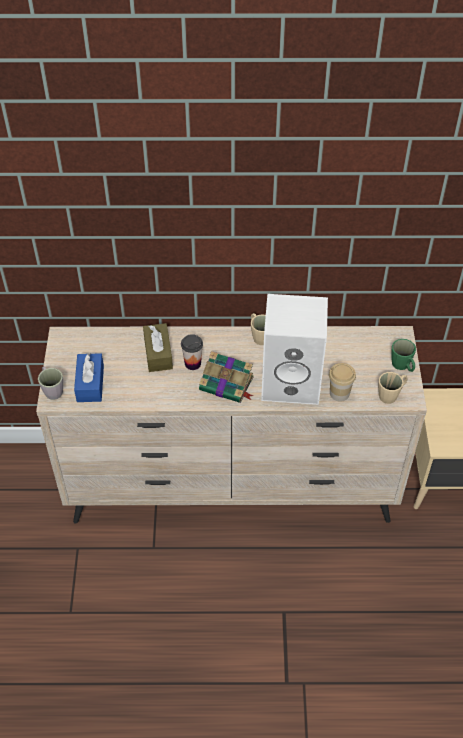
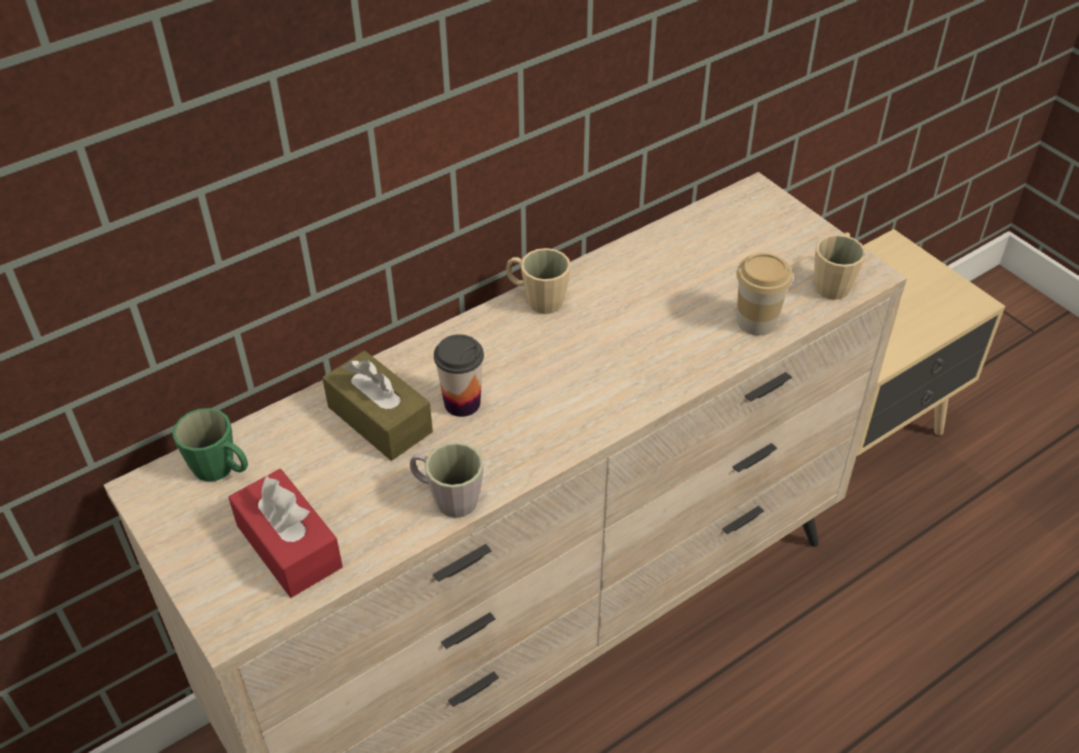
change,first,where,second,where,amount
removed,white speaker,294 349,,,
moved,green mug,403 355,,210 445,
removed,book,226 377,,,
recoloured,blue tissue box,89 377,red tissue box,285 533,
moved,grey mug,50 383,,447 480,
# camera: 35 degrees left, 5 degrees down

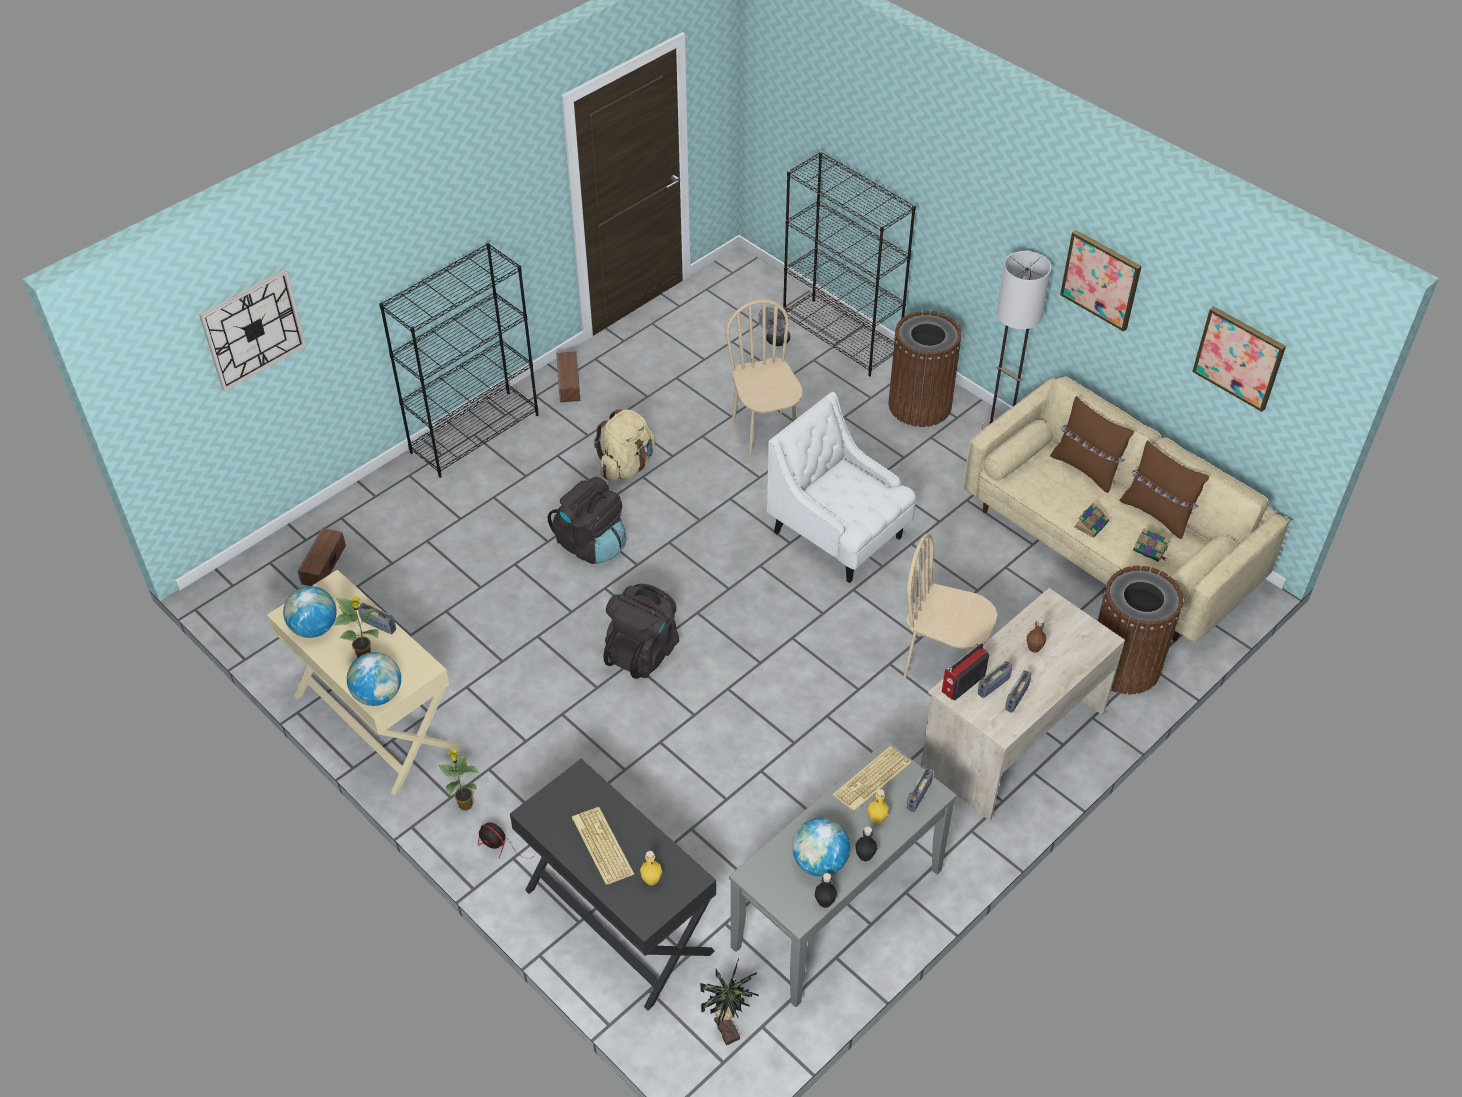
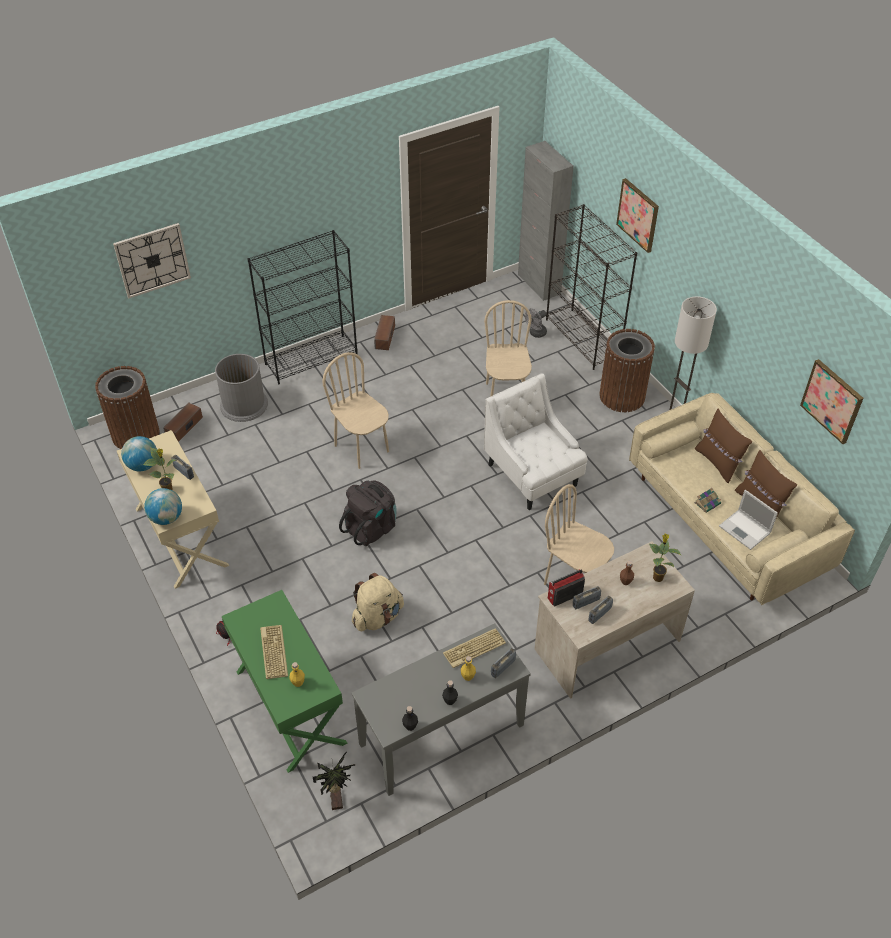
change,first,where,second,where,amount
moved,picture,1101 281,,637 215,
moved,beige backpack,624 445,,378 602,
replaced,black backpack,587 520,beige chair,355 410,
replaced,book,1151 545,laptop,748 520,
moved,brown trash can,1140 630,,127 407,
moved,potted plant,458 780,,665 558,
recoloured,black desk,613 885,green desk,285 681,
removed,globe,821 847,,,
added,,,grey cabinet,546 221,
added,,,grey trash can,241 388,
# camera: 15 degrees right, 0 degrees up

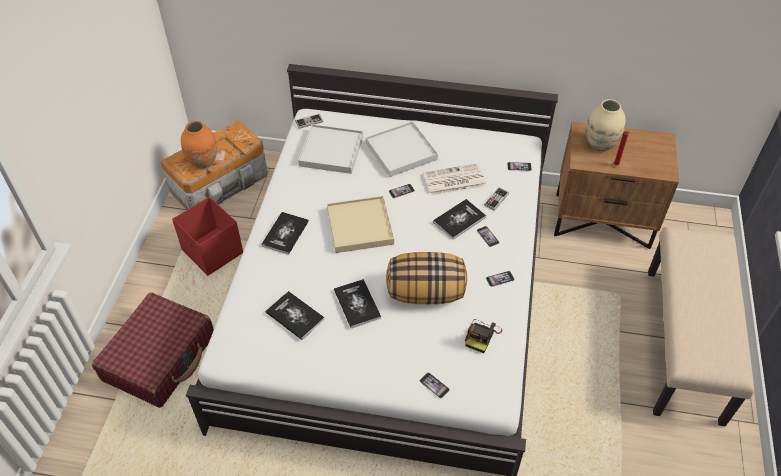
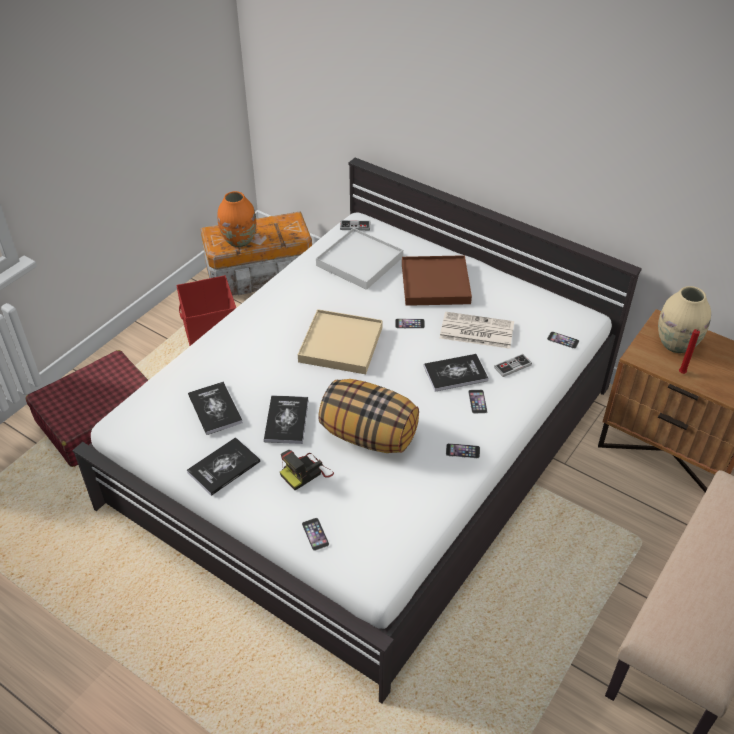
change,first,where,second,where,amount
recoloured,white tray,402 149,brown tray,437 280,
moved,book,285 233,,223 466,
moved,photo camera,483 336,,307 470,
# camera: 25 degrees right, 5 degrees down

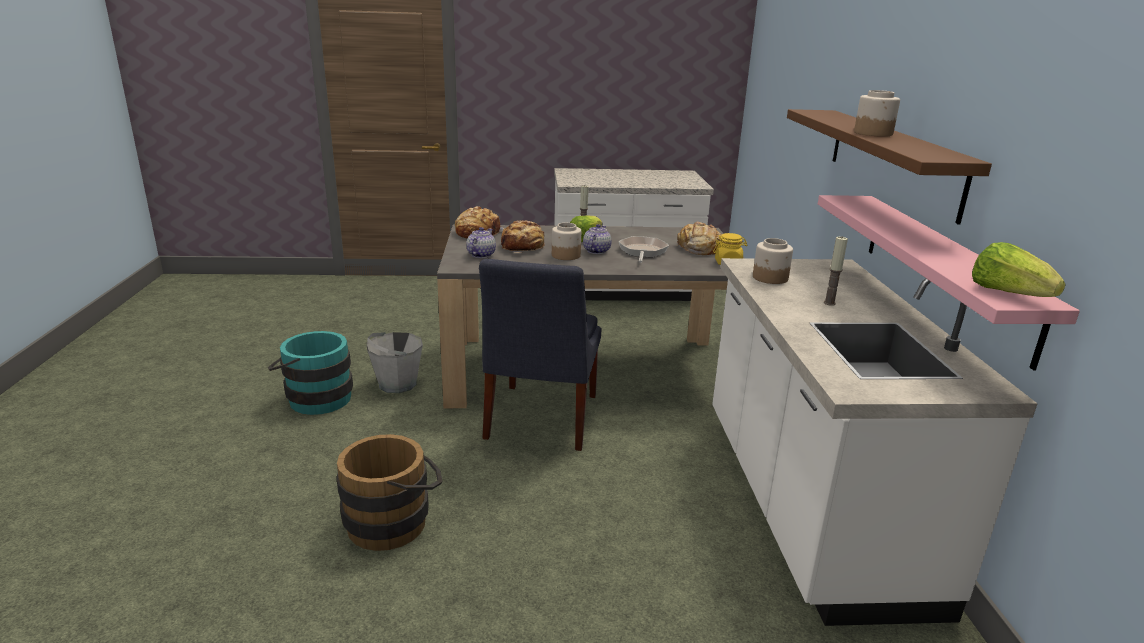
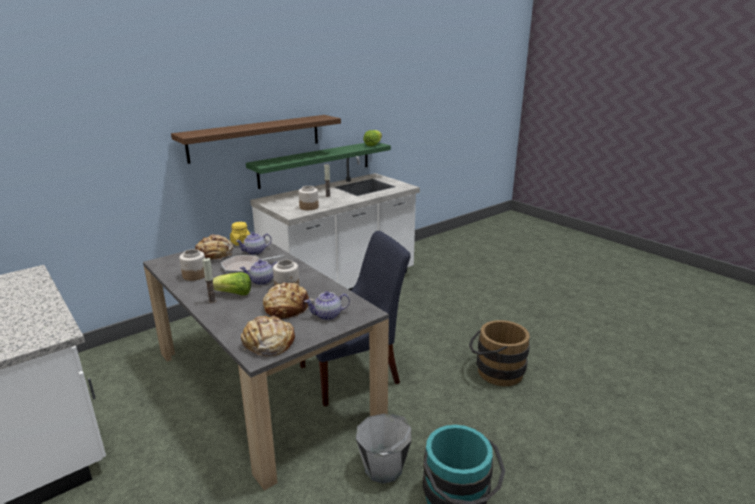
change,first,where,second,where,amount
moved,jar,877 113,,192 265,
recoloured,pink shelf,949 282,green shelf,318 165,
added,,,teapot,254 243,
# camera: 125 degrees left, 0 degrees up

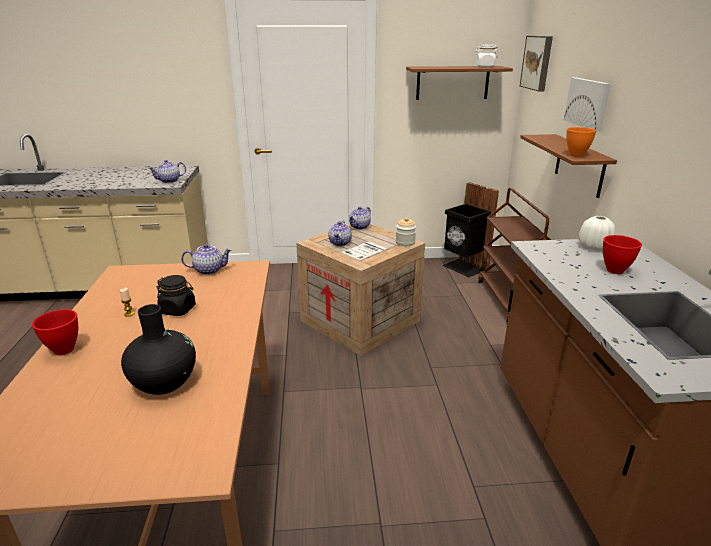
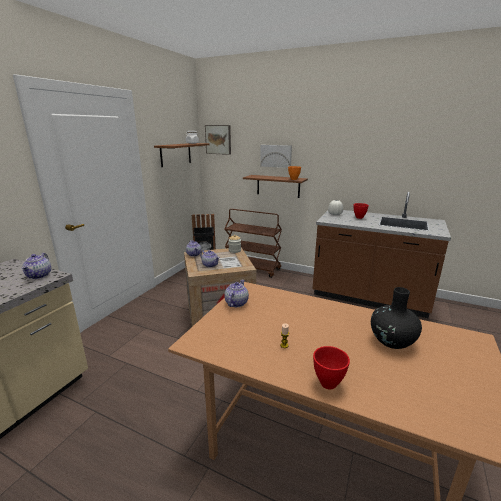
change,first,where,second,where,amount
removed,black jar,176 295,,,
# camera: 60 degrees left, 5 degrees down

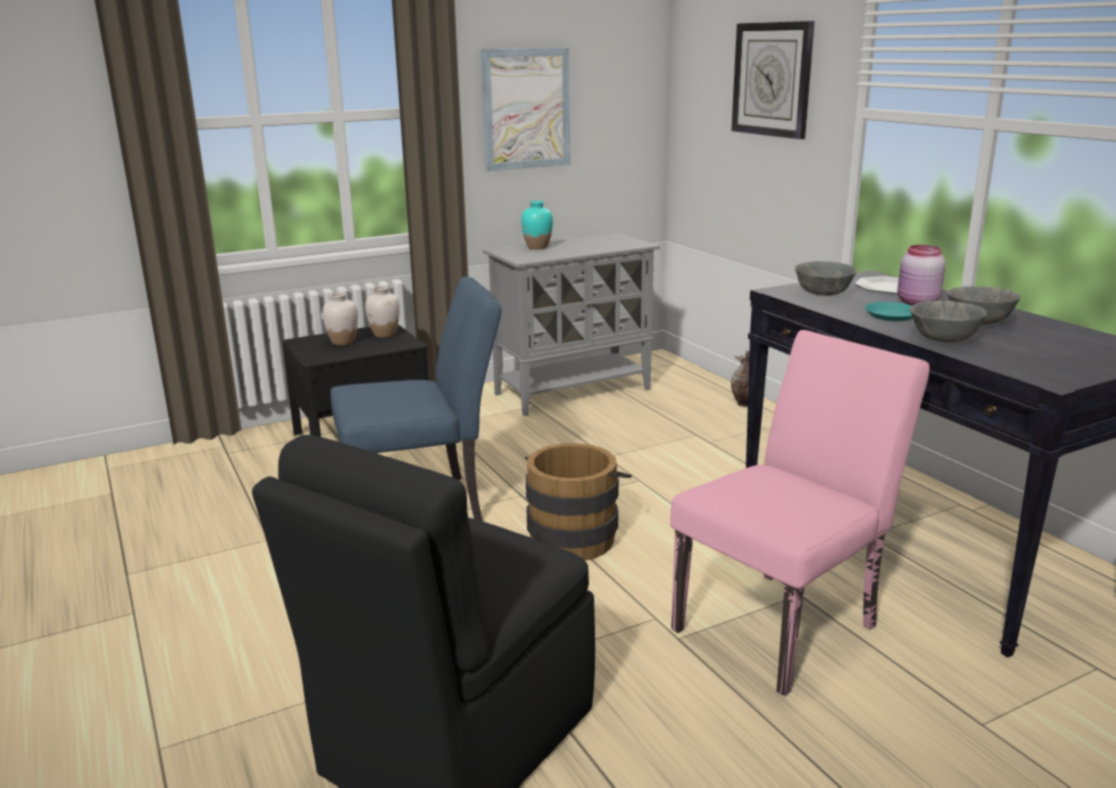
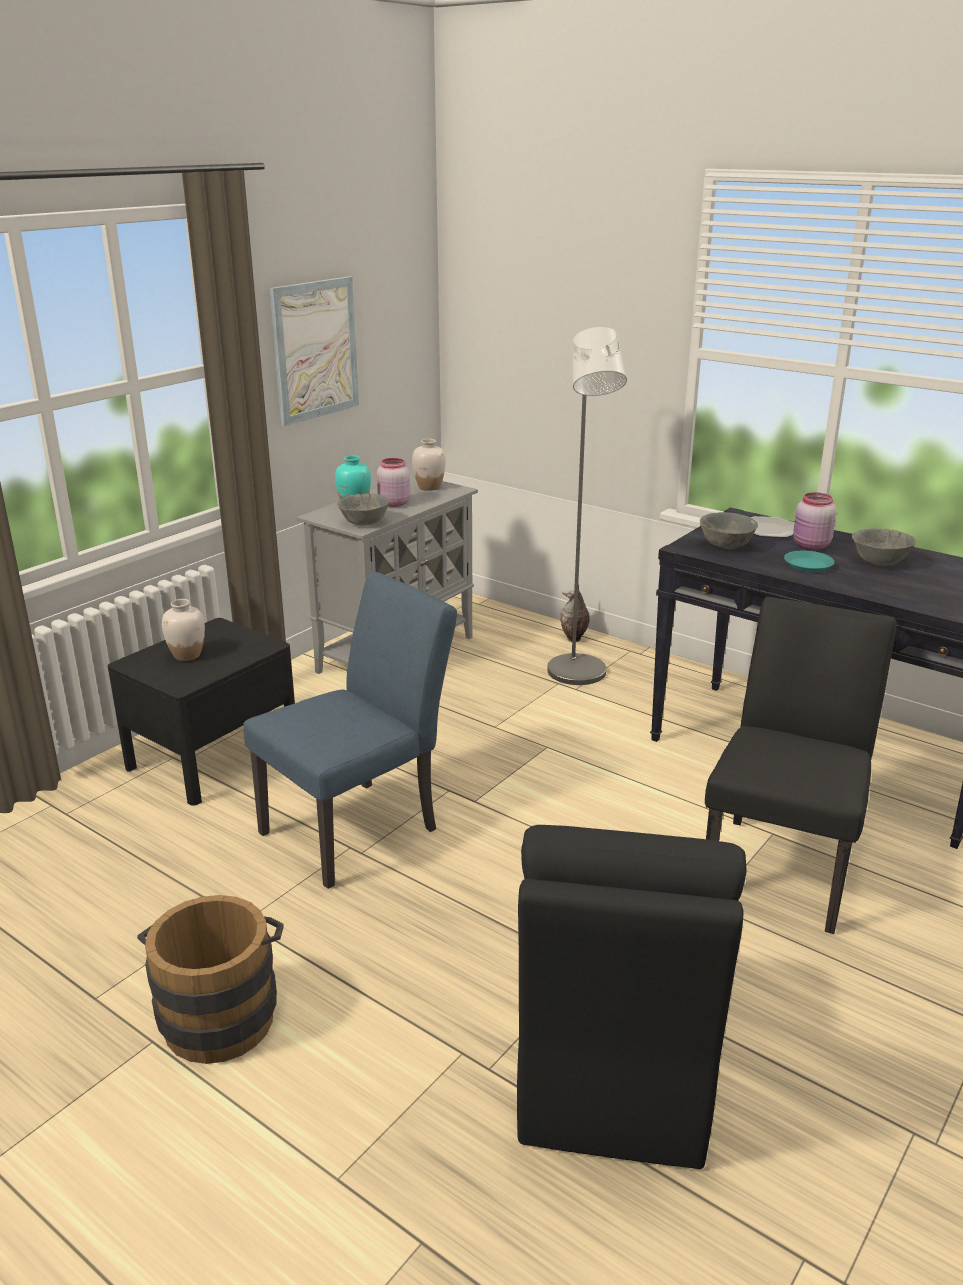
change,first,where,second,where,amount
removed,wall clock,772 80,,,
moved,white vase,382 312,,429 465,
moved,grey bowl,948 321,,363 509,
recoloured,pink chair,800 513,black chair,801 765,
moved,brown bucket,578 502,,210 979,
added,,,grey floor lamp,587 506,
added,,,pink jar,393 482,
# camera: 25 degrees left, 5 degrees up

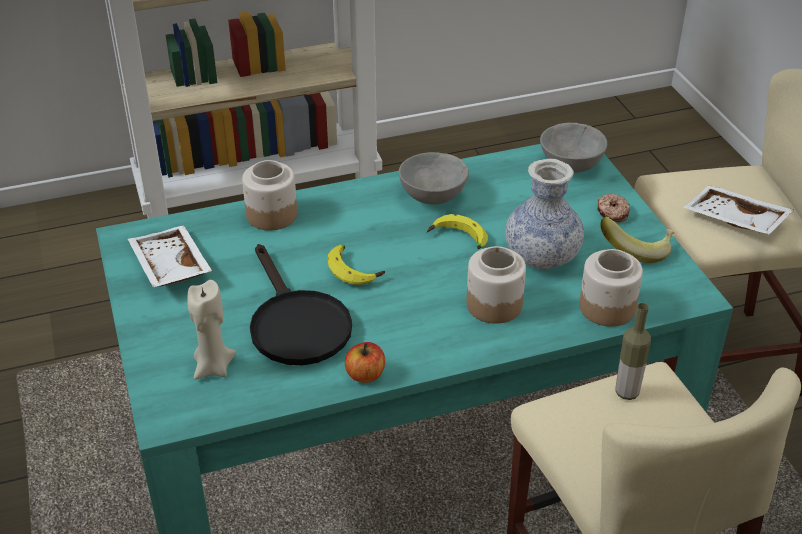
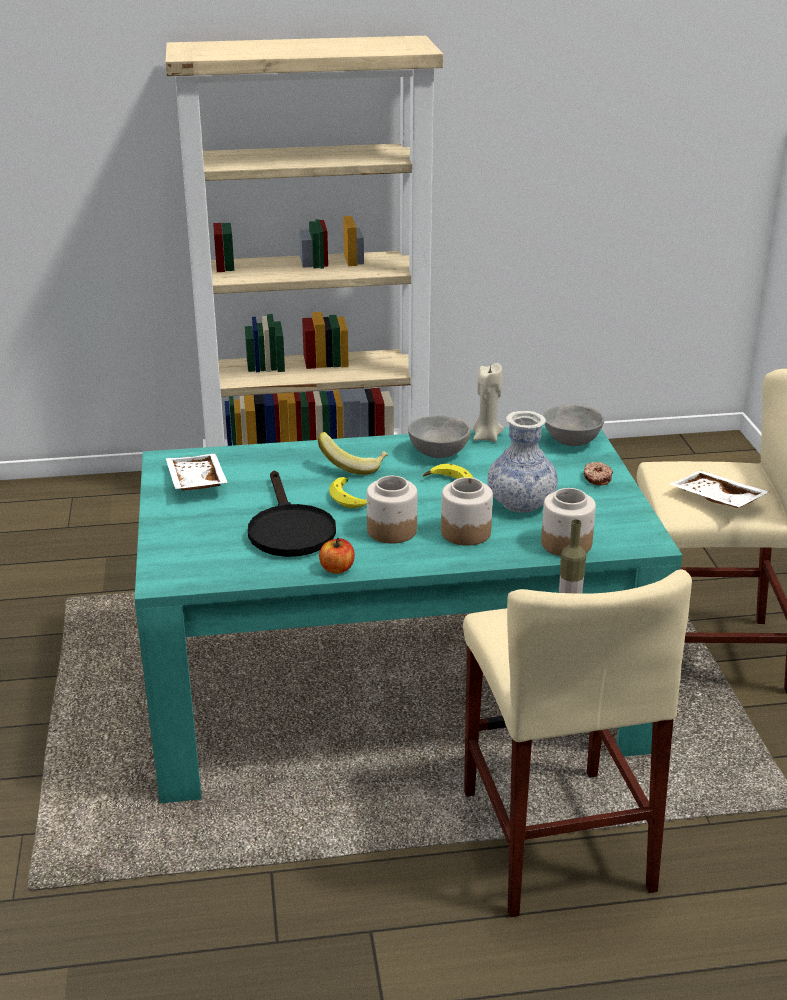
change,first,where,second,where,amount
moved,jar,269 195,,392 510,
moved,banana,637 240,,353 453,
moved,beige candle,211 329,,488 402,
# camera: 10 degrees right, 10 degrees down

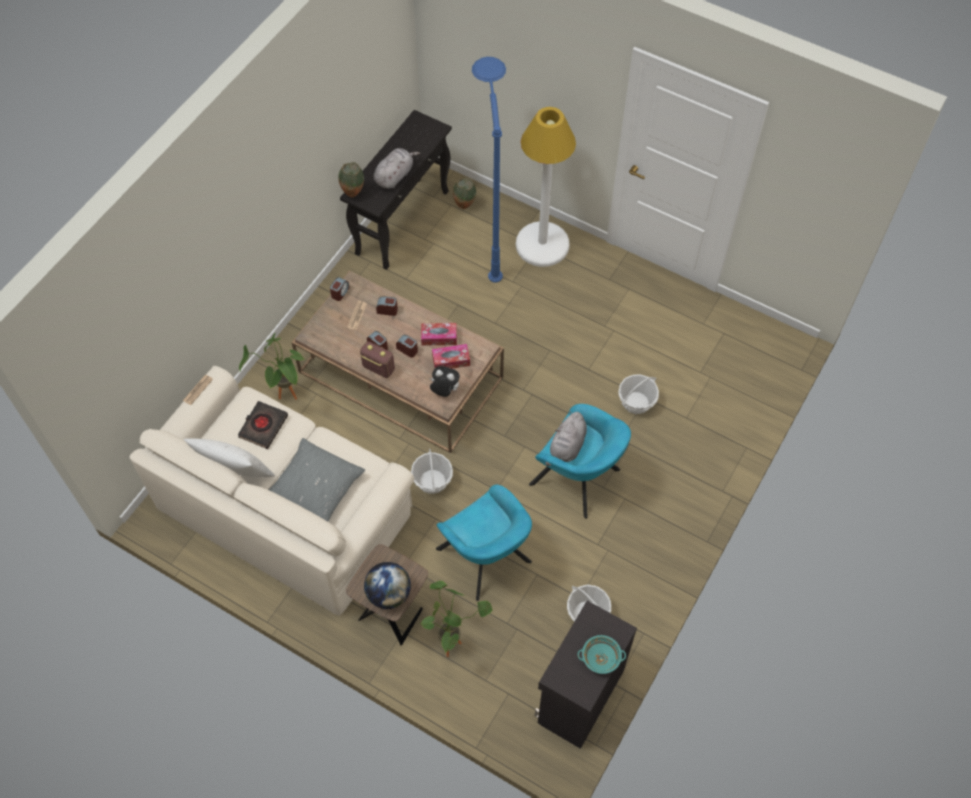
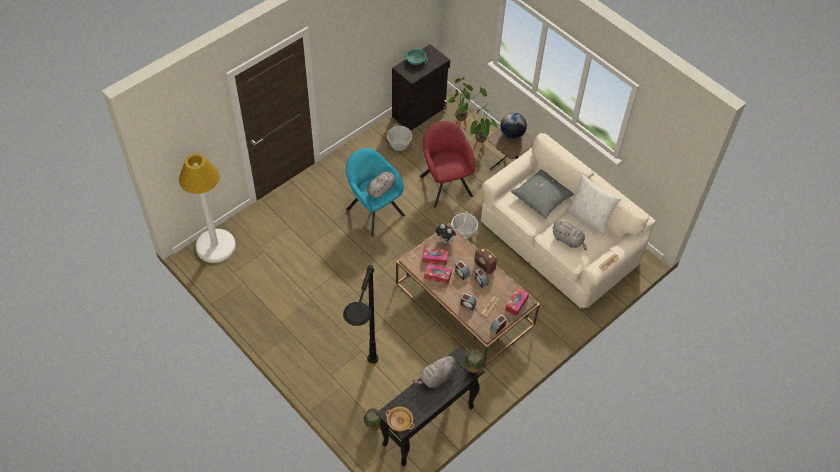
change,first,where,second,where,amount
recoloured,blue floor lamp,489 170,black floor lamp,361 314,
moved,white floor lamp,546 187,,207 208,
moved,potted plant,271 366,,467 102,
removed,basket,639 394,,,
replaced,black book,263 425,grey plush toy,569 235,
recoloured,turquoise armchair,484 543,red armchair,447 164,
added,,,tissue box,517 301,
added,,,beige bowl,400 419,
# camera: 165 degrees left, 5 degrees down

